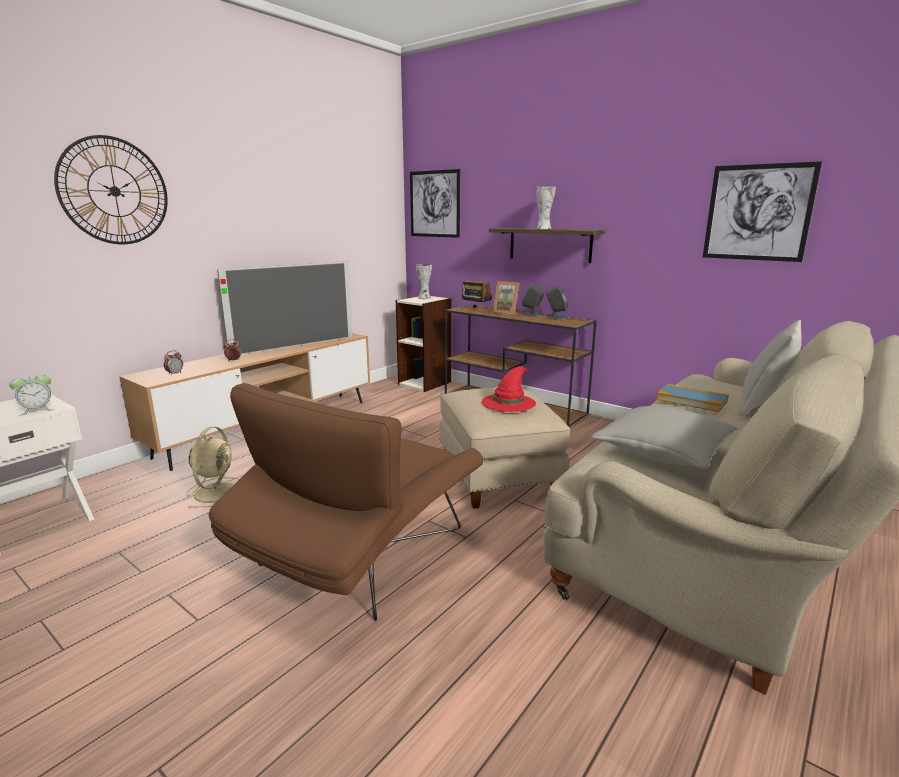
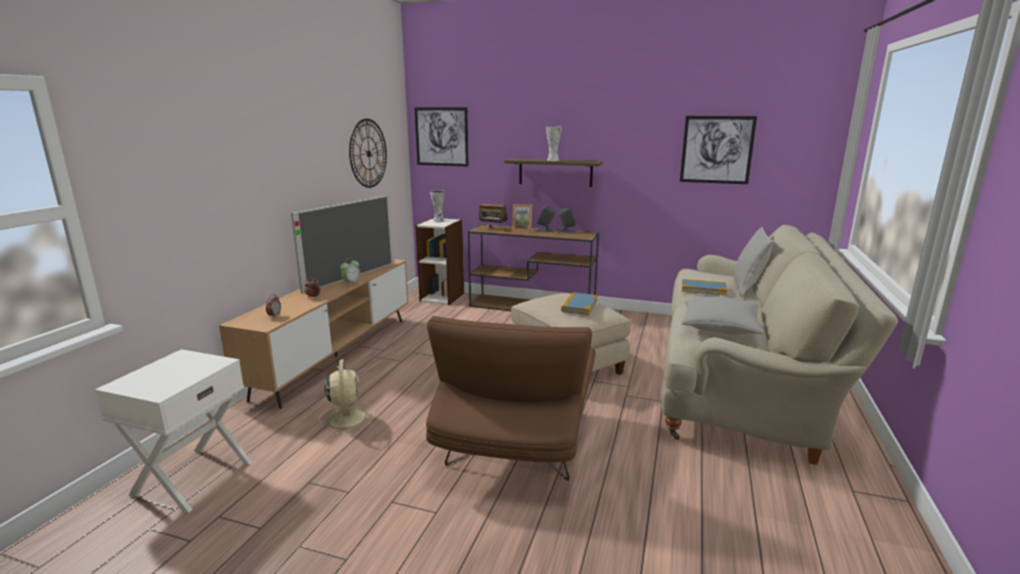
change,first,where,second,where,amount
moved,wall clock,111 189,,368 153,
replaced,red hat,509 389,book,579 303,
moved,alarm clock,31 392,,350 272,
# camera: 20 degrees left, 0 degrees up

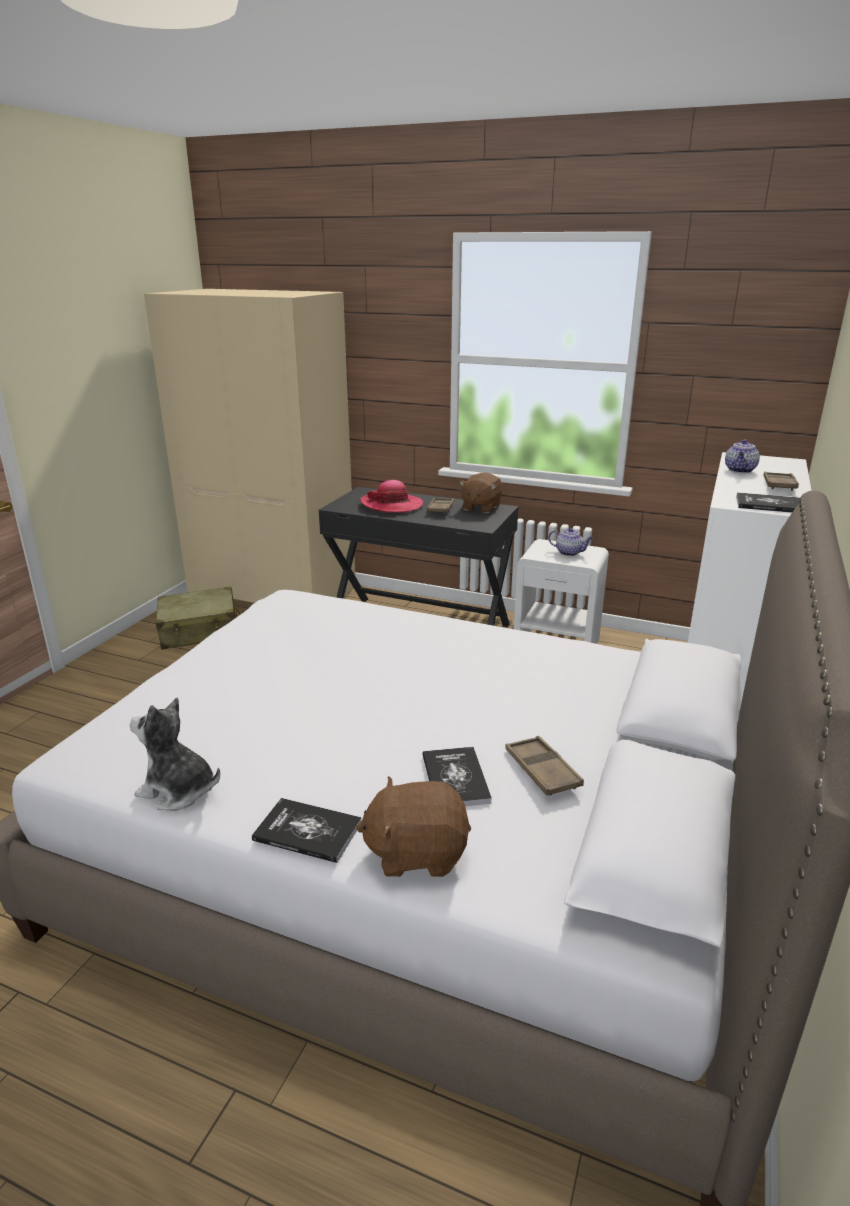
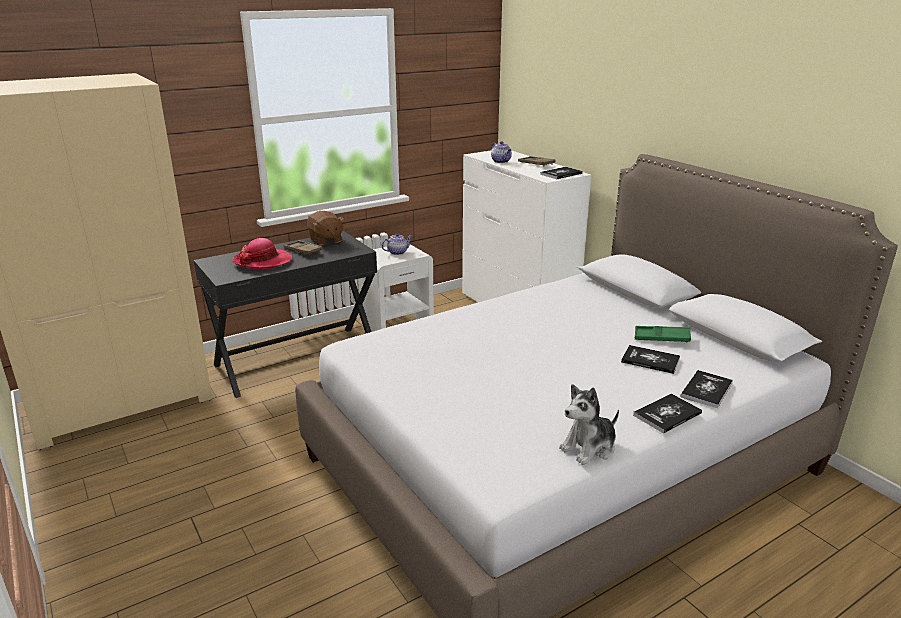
change,first,where,second,where,amount
removed,beige suitcase,198 618,,,
recoloured,brown tray,544 766,green tray,663 334,
replaced,brown plush toy,413 826,book,707 389,
# camera: 55 degrees left, 0 degrees up

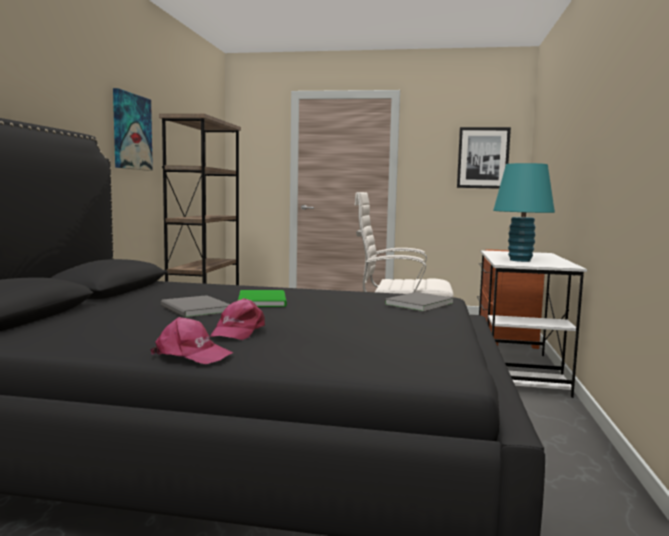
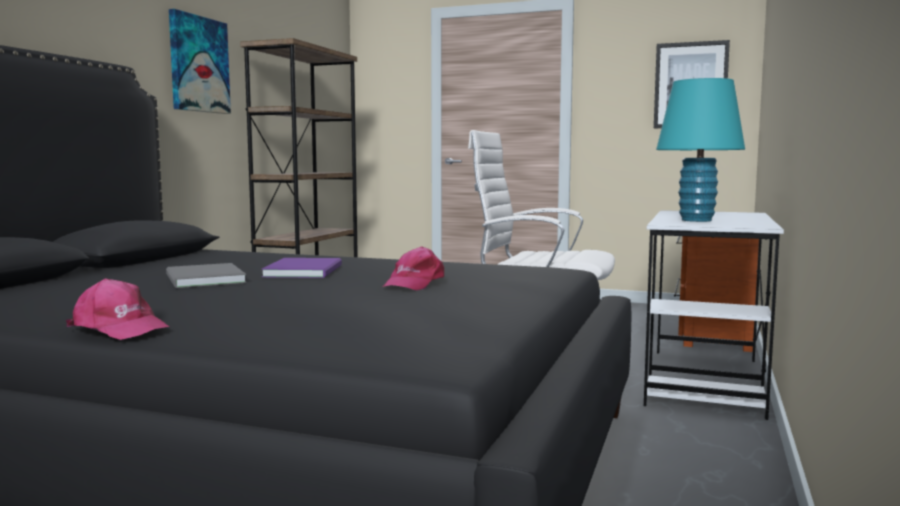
change,first,where,second,where,amount
recoloured,green book,262 298,purple book,301 268,
removed,grey book,419 302,,,
moved,pink cap,237 319,,413 268,
# camera: 10 degrees right, 0 degrees up

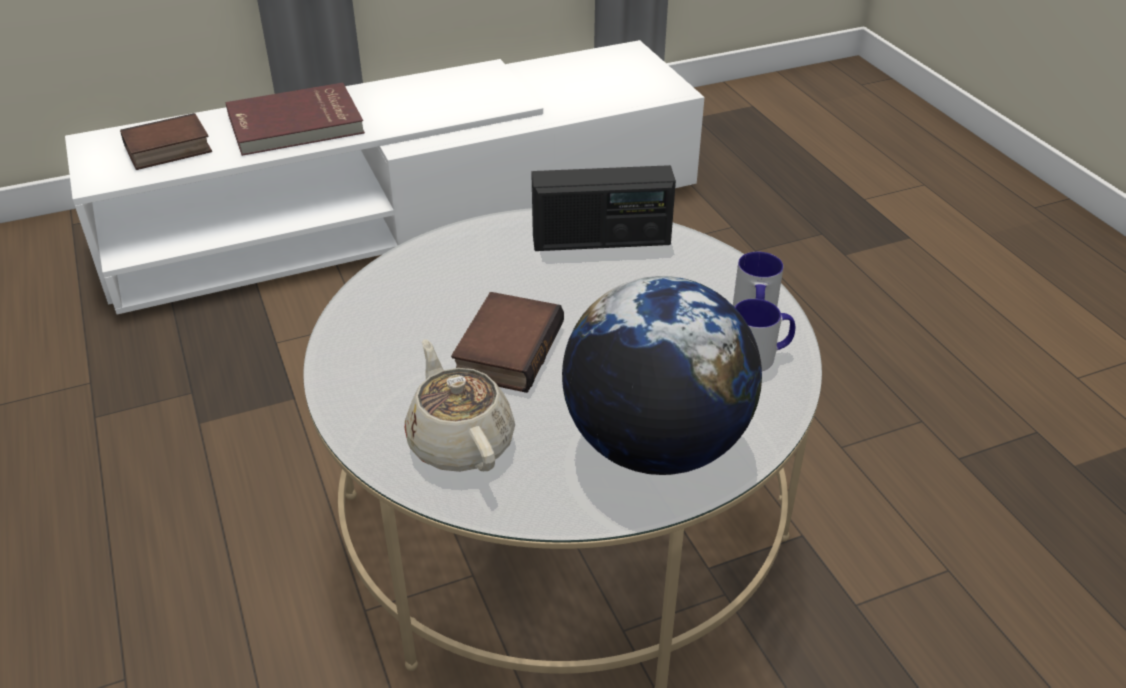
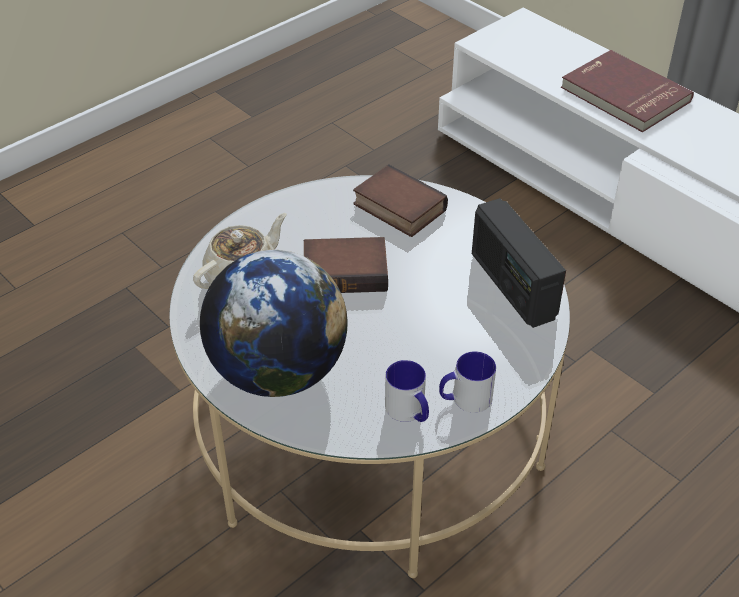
change,first,where,second,where,amount
moved,book,166 141,,400 200,
# camera: 70 degrees right, 5 degrees up

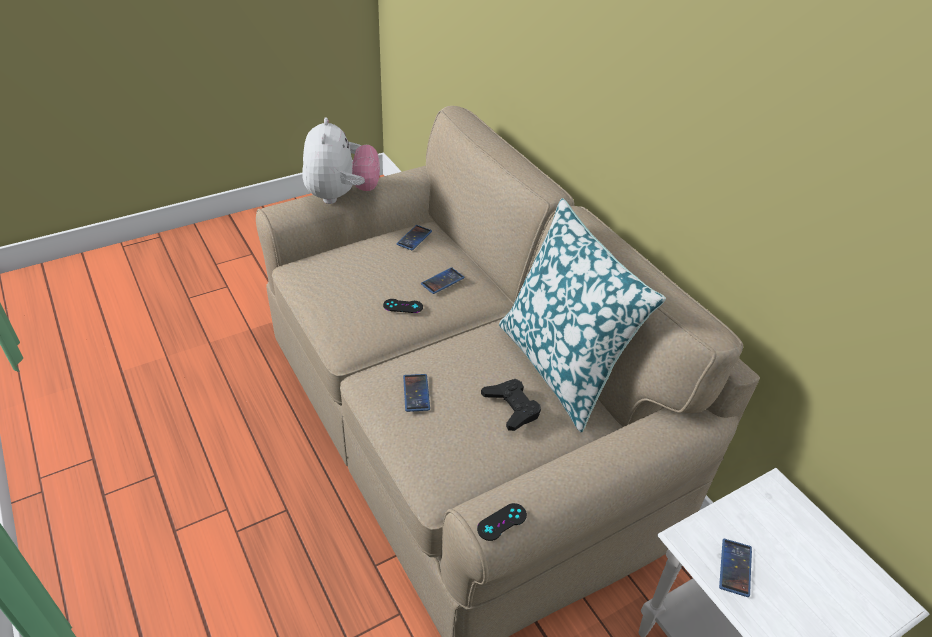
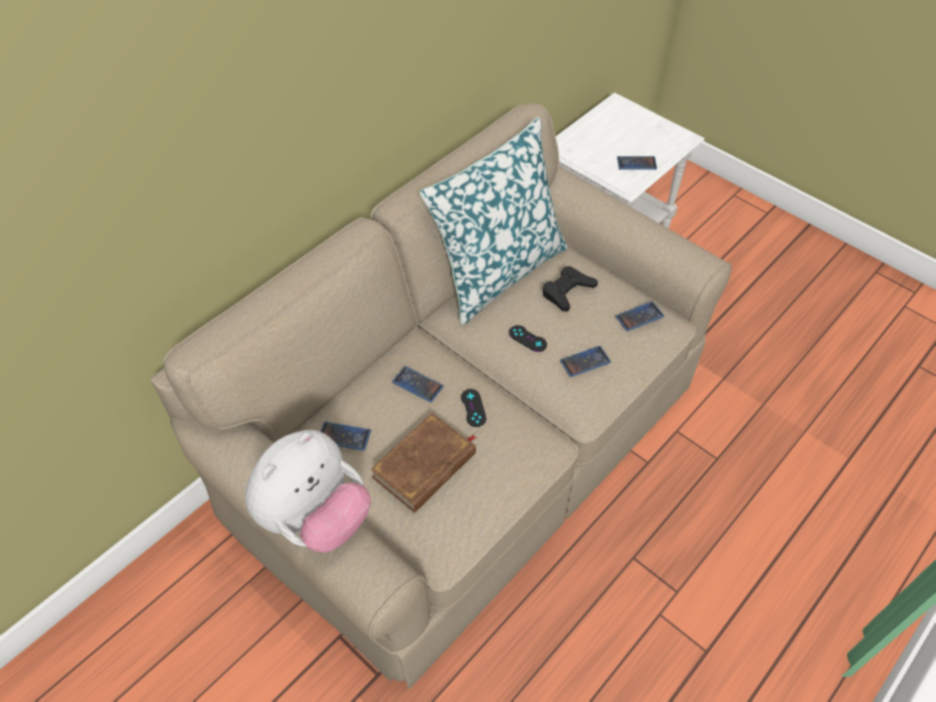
change,first,where,second,where,amount
turned,plush toy,341 160,,308 491,150 degrees clockwise
moved,black game controller,502 522,,528 338,
added,,,phone,640 316,
added,,,brown book,423 463,
# camera: 105 degrees left, 10 degrees up

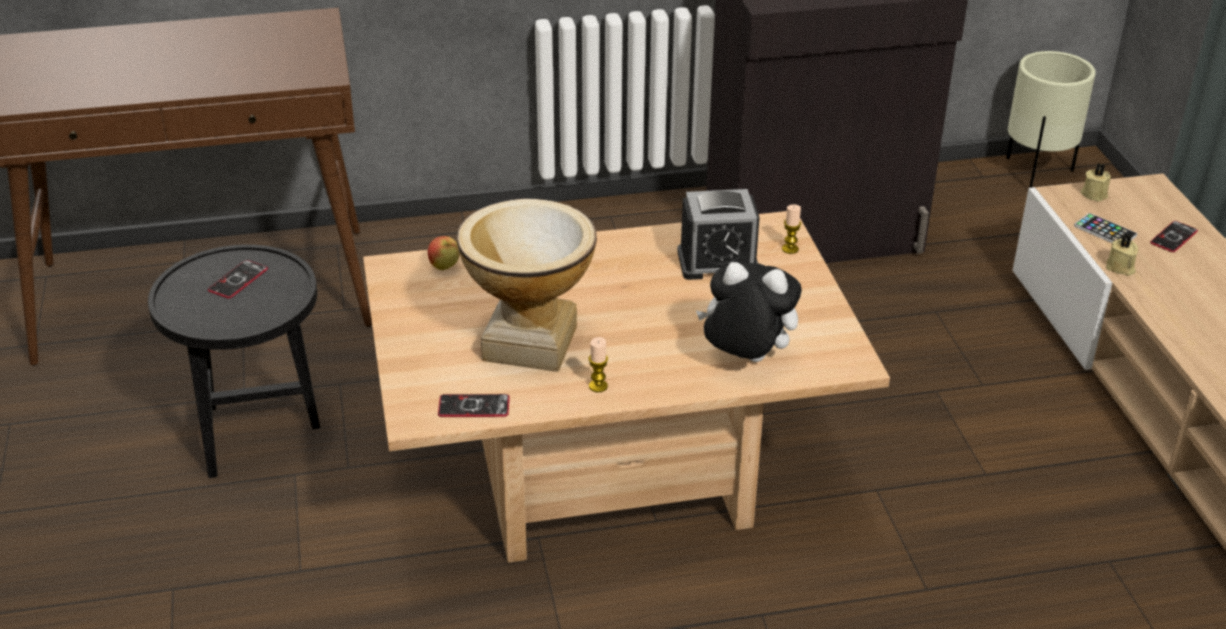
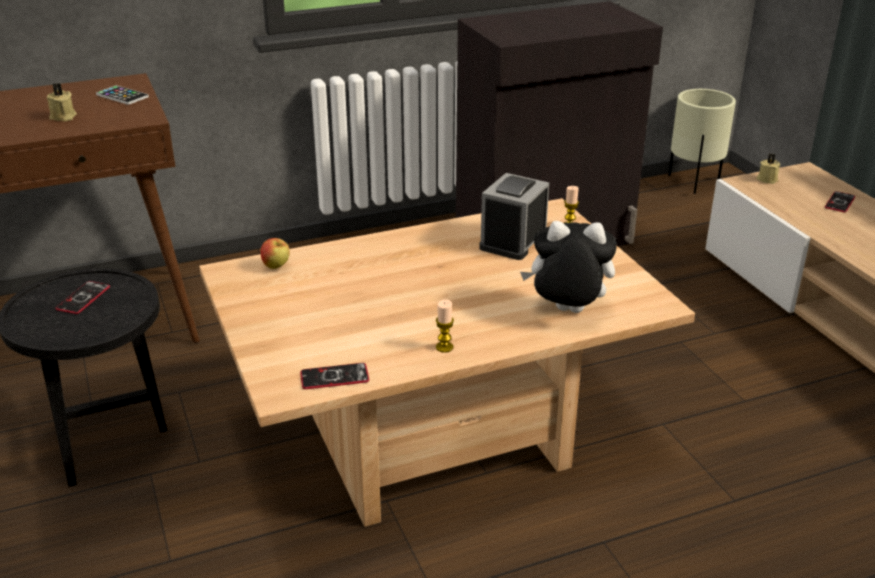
change,first,where,second,where,amount
turned,alarm clock,718 234,,514 216,135 degrees clockwise
removed,vase,527 285,,,
moved,phone,1105 228,,122 95,
moved,beige candle,1122 255,,62 102,
# camera: 10 degrees left, 5 degrees down

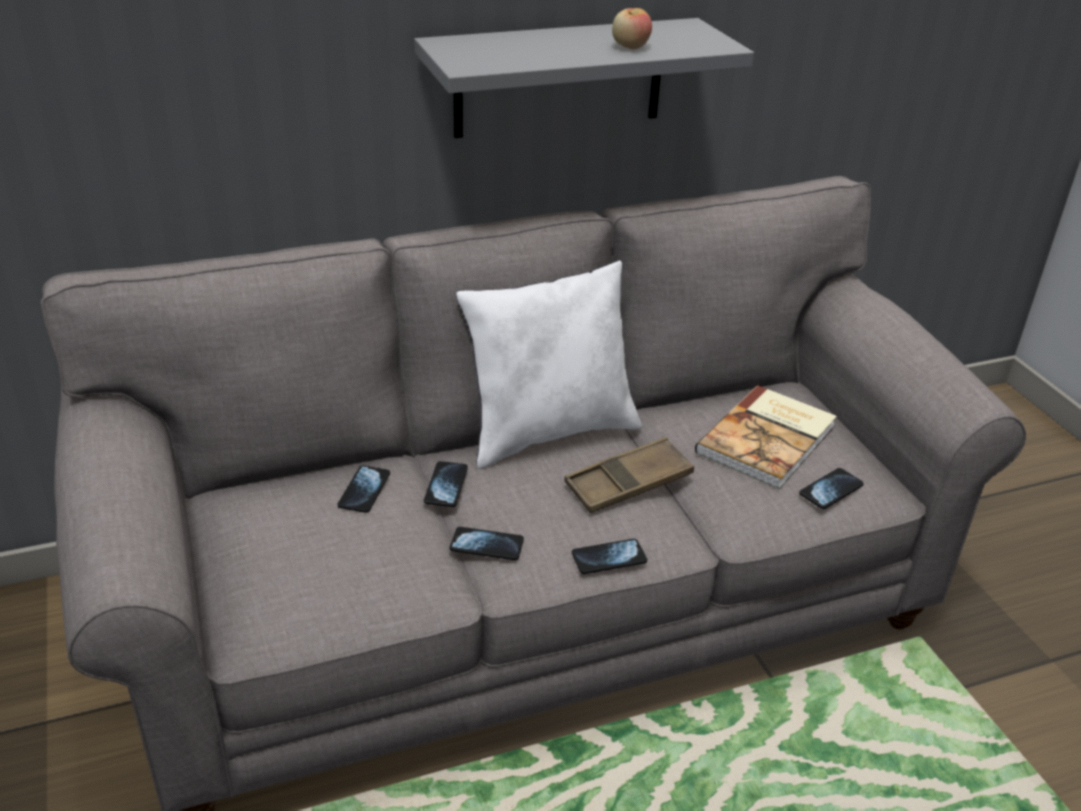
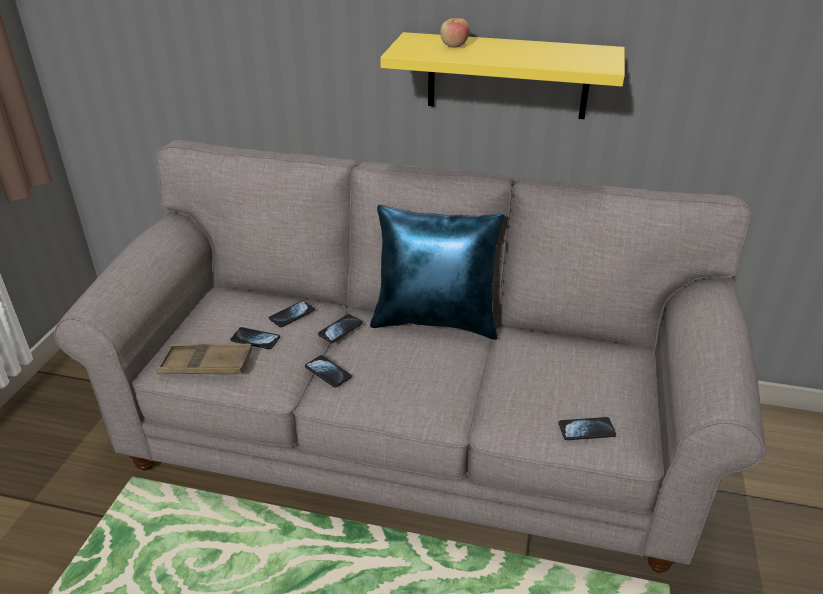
change,first,where,second,where,amount
moved,apple,632 28,,455 33,
recoloured,grey shelf,584 78,yellow shelf,502 75,
recoloured,white pillow,549 364,blue pillow,437 272,
removed,book,766 438,,,
moved,brown tray,629 475,,204 358,
moved,phone,609 556,,255 338,
# camera: 35 degrees right, 0 degrees up

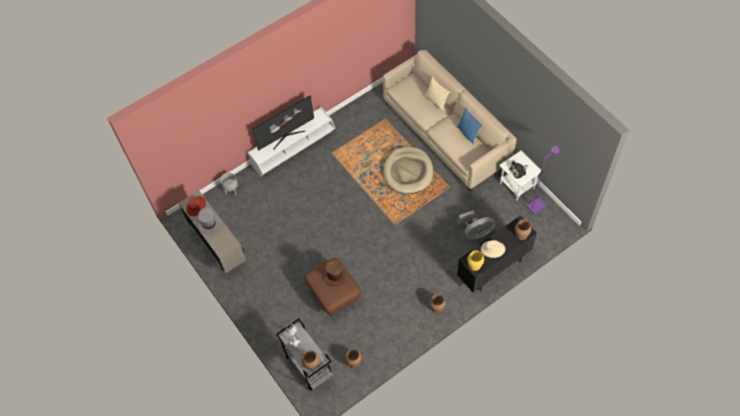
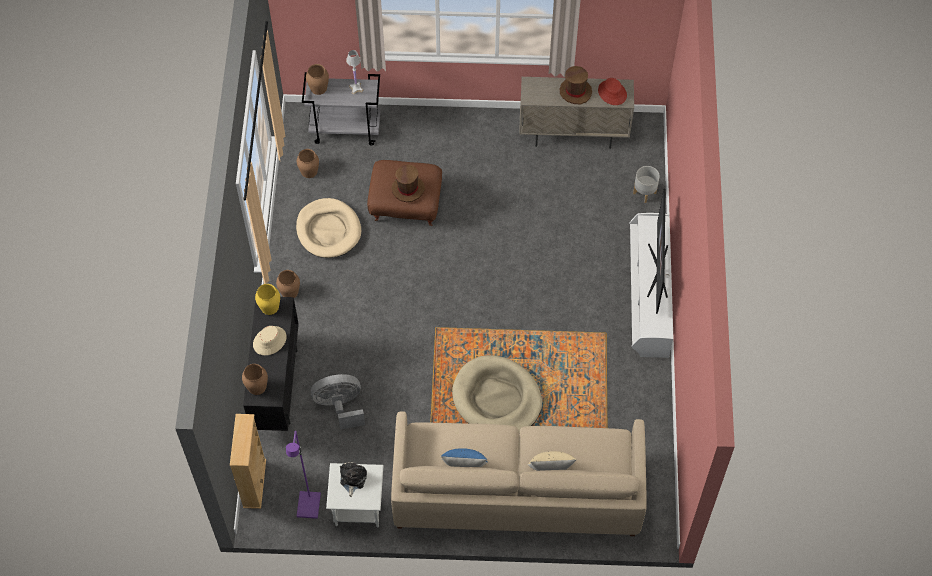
change,first,where,second,where,amount
recoloured,grey hat,209 221,brown hat,576 85,
turned,grey fan,477 225,,338 402,60 degrees clockwise
added,,,beige dog bed,328 228,
added,,,beige bookcase,248 461,
# camera: 125 degrees right, 0 degrees up

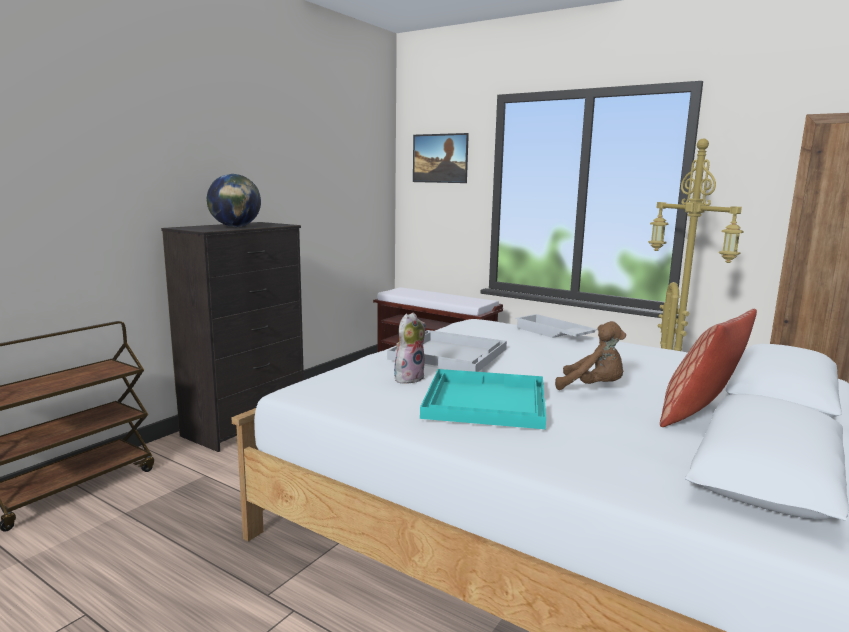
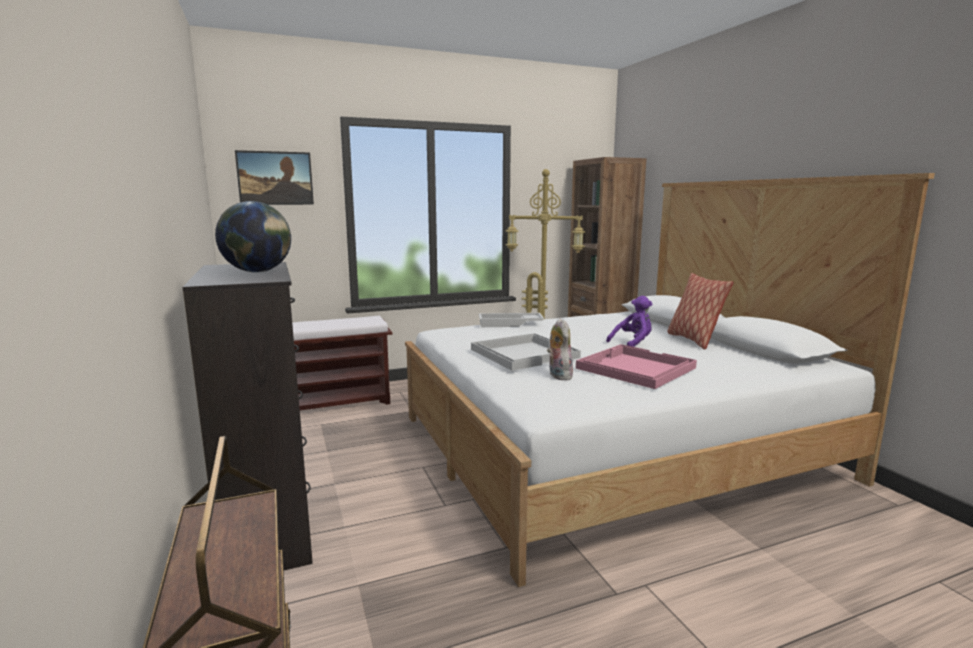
change,first,where,second,where,amount
recoloured,brown plush toy,590 355,purple plush toy,629 321,
recoloured,turquoise tray,483 399,pink tray,636 366,
# camera: 55 degrees left, 0 degrees up

